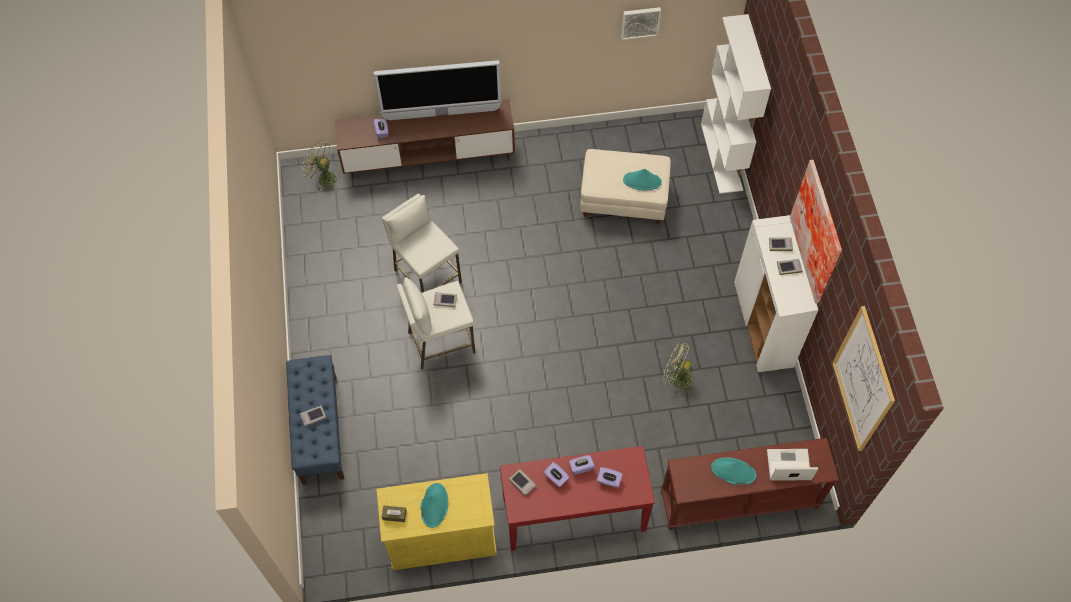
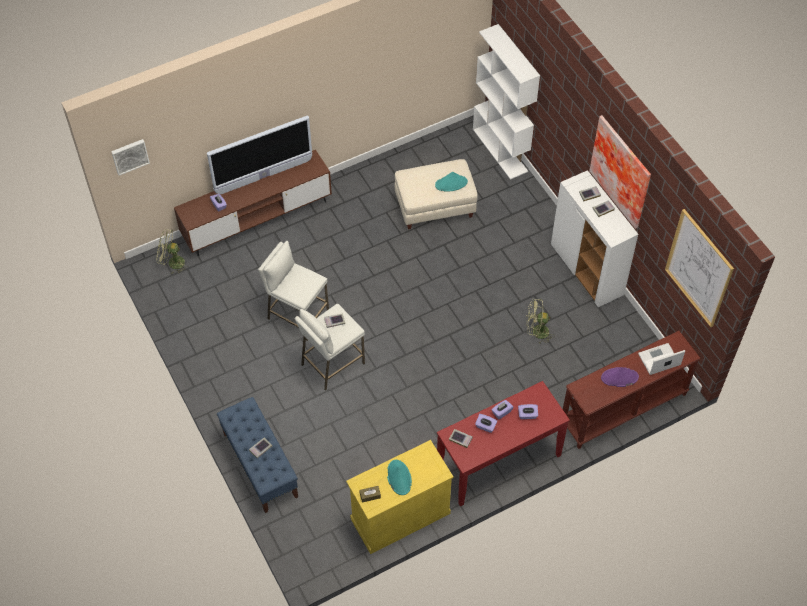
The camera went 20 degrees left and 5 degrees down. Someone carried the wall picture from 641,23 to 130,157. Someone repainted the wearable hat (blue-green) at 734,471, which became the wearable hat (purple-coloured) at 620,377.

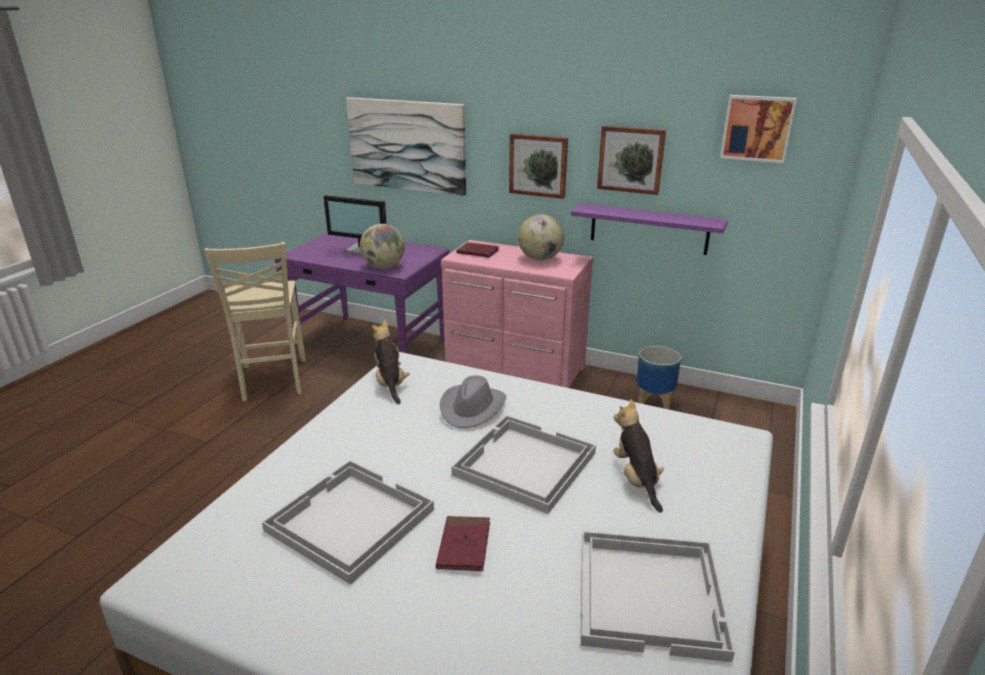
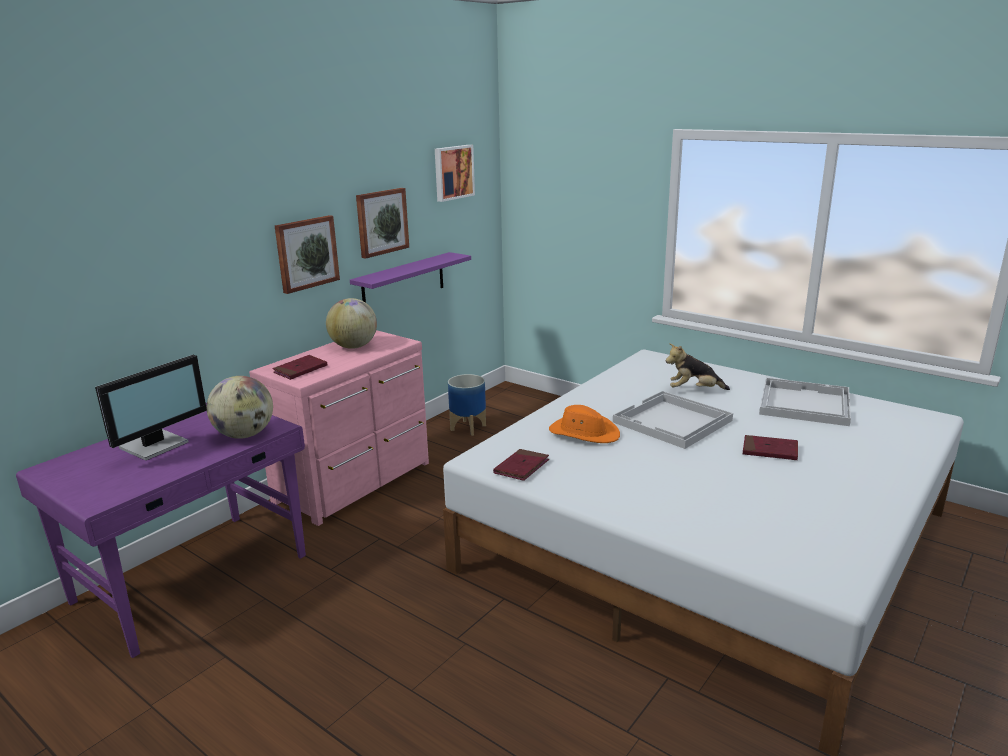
The camera went 75 degrees left and 5 degrees down. Someone took away the upright chair (beige) at 255,321. Someone took away the carrying tray (white-coloured) at 348,523. Someone took away the wall picture at 406,146. Someone swapped the plush toy at 391,362 for the volume (red-coloured) at 521,465. Someone repainted the wearable hat (grey) at 473,401, which became the wearable hat (orange-coloured) at 584,424.

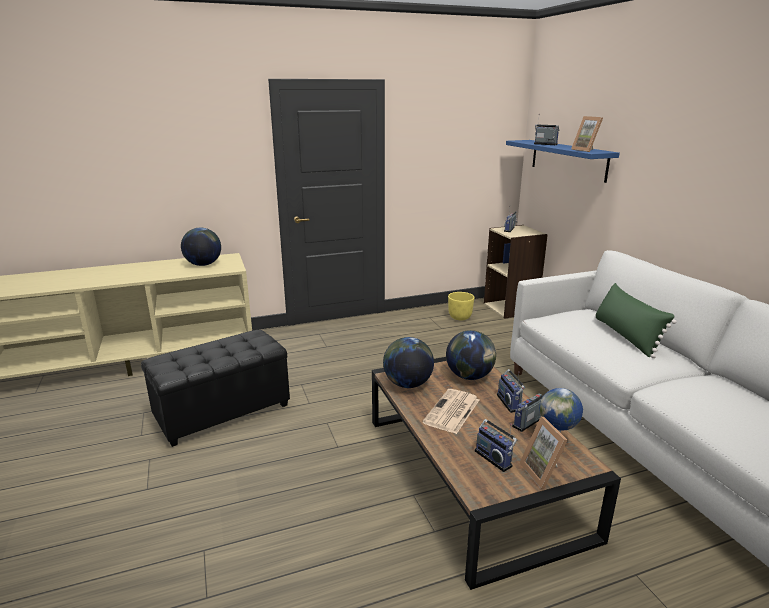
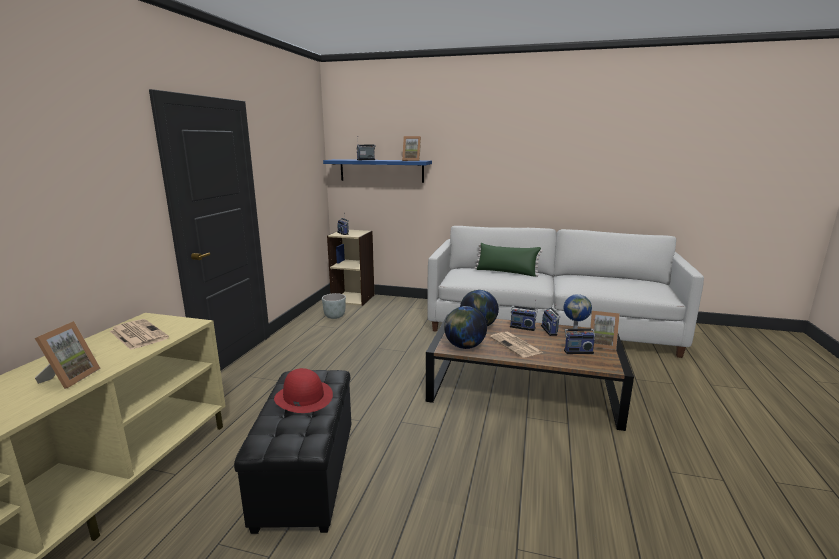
The camera went 55 degrees left and 5 degrees down. Someone swapped the globe at 201,247 for the newspaper at 139,334. Someone repainted the plant pot (yellowish) at 461,306, which became the plant pot (grey) at 334,306. Someone put down the picture frame at 68,355. Someone put down the wearable hat (red-coloured) at 303,390.

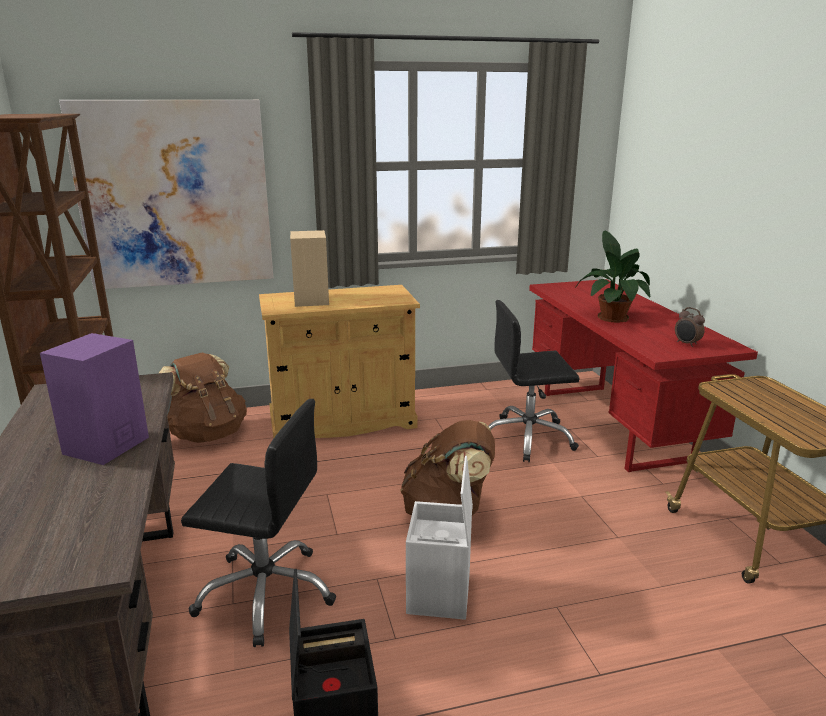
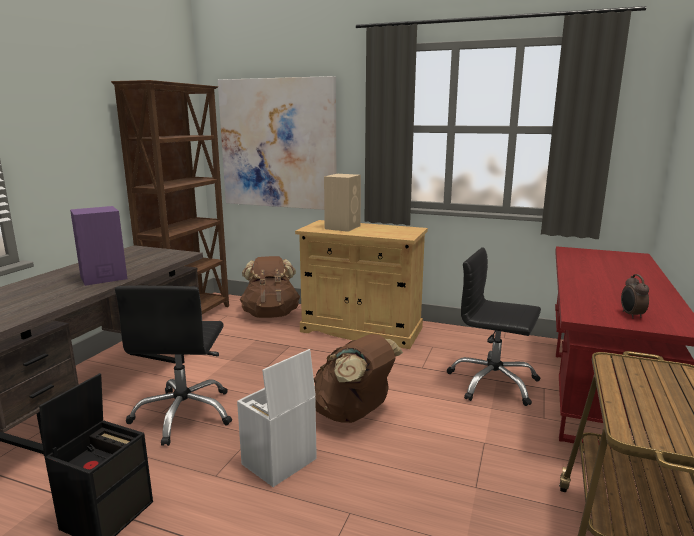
The camera went 35 degrees right and 5 degrees down. Someone rotated the computer chair (blackish) at 258,523 by 45 degrees clockwise. Someone took away the plant in a pot at 612,277.

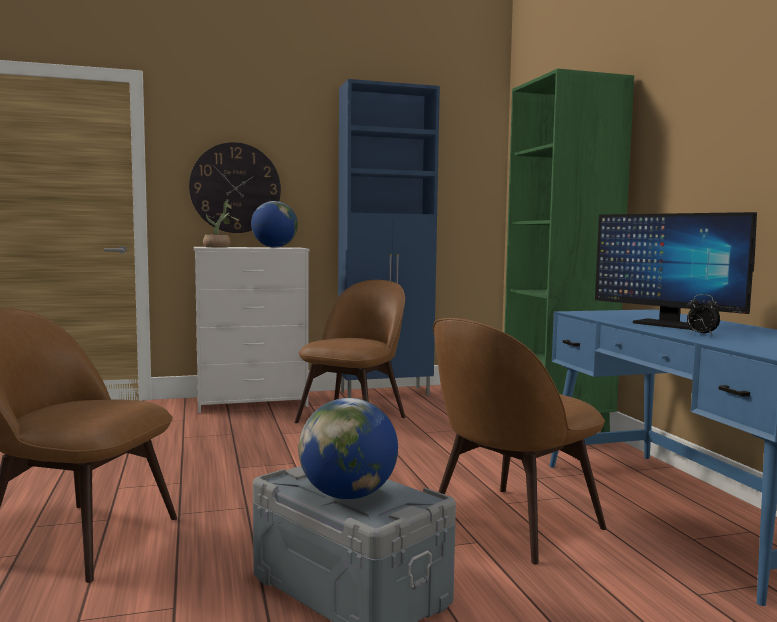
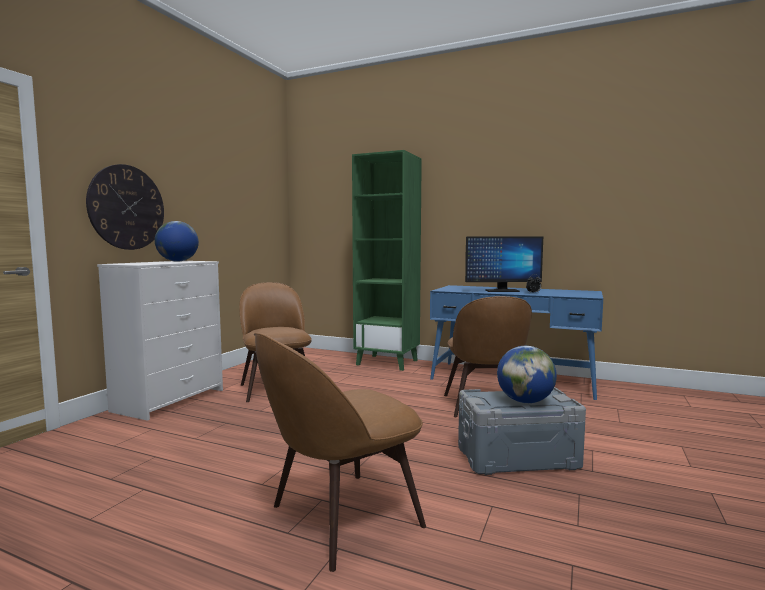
The camera went 50 degrees left and 0 degrees up. Someone took away the plant in a pot at 221,223. Someone took away the cupboard (blue-coloured) at 389,238.

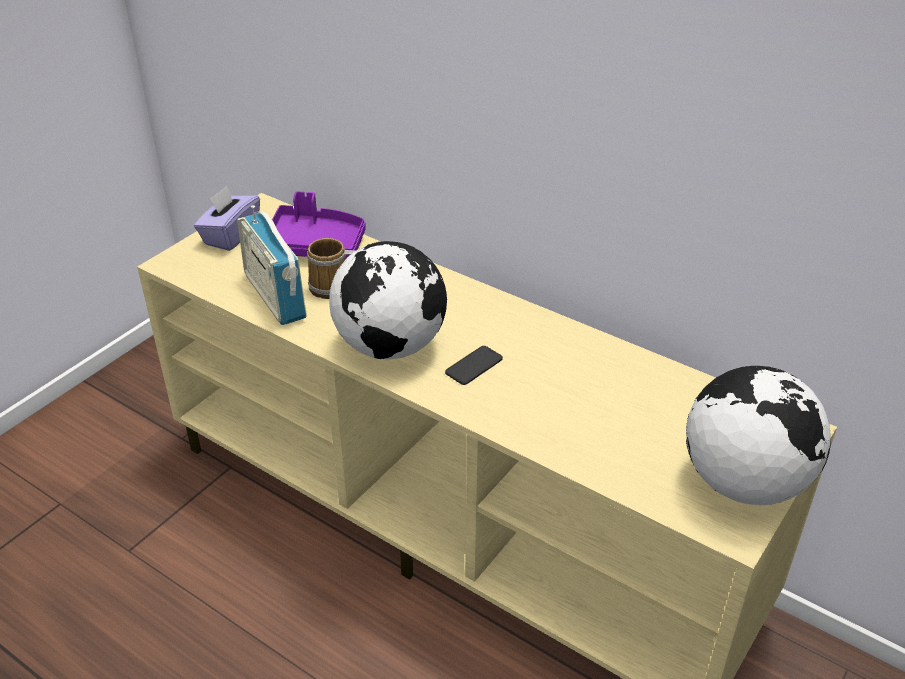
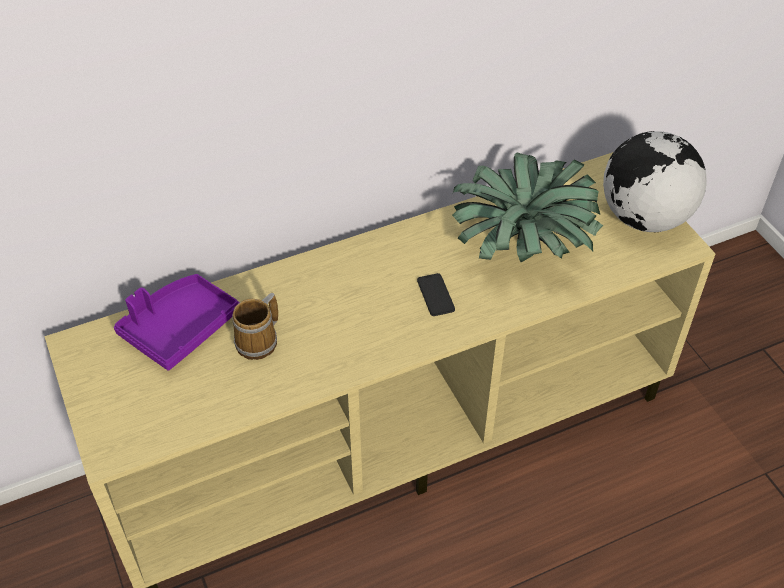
The camera went 60 degrees left and 10 degrees up. Someone took away the tissue box (purple-coloured) at 227,218. Someone took away the radio receiver at 272,265. Someone took away the globe at 388,300. Someone put down the plant in a pot at 527,207.

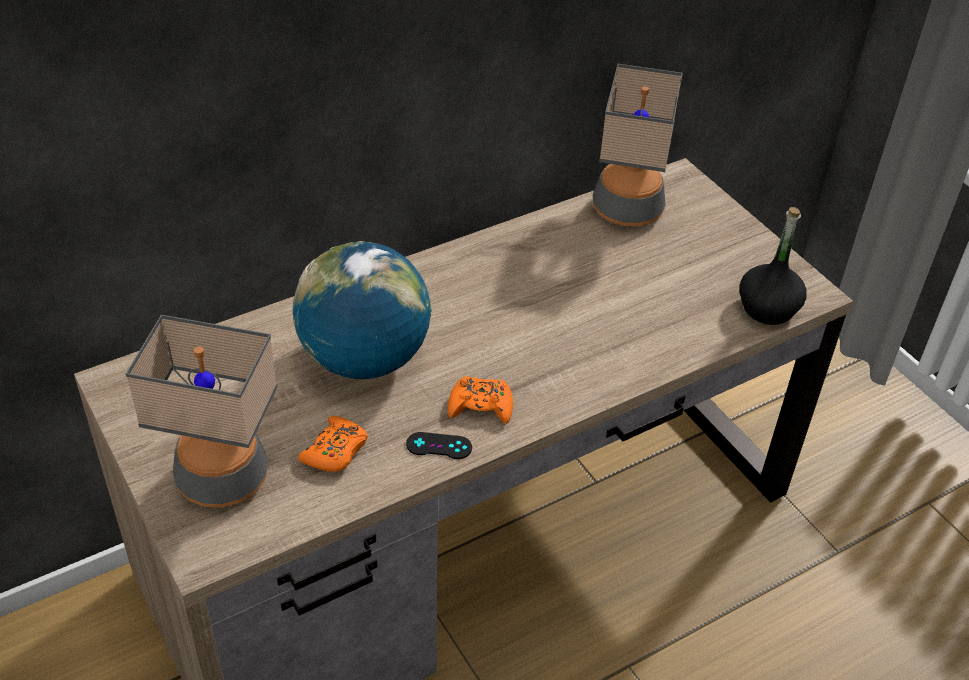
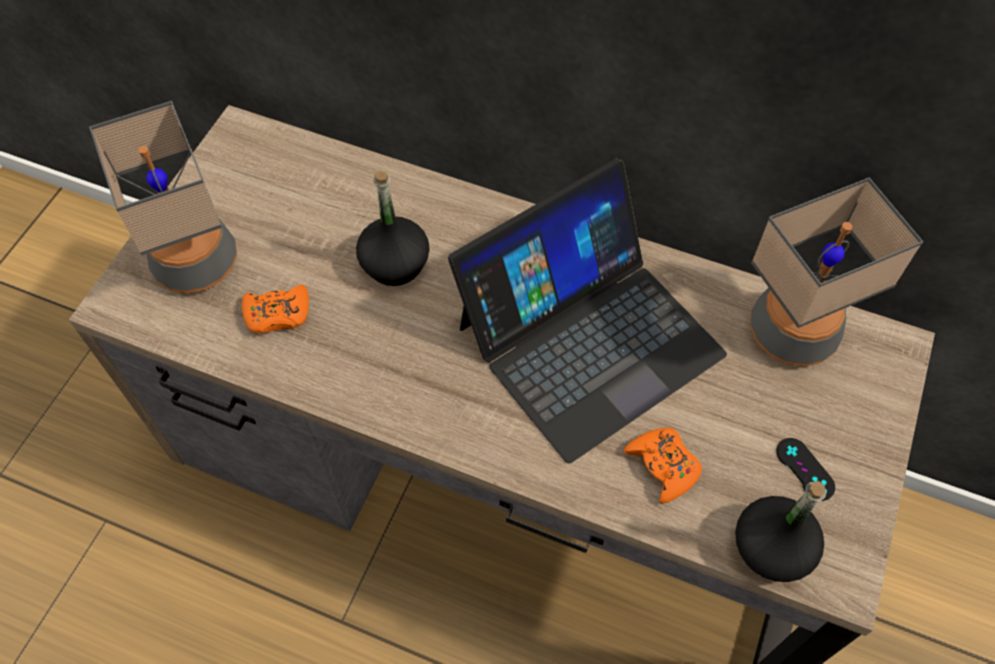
The camera went 55 degrees right and 15 degrees up. Someone swapped the globe at 362,310 for the beverage bottle (blackish) at 393,228. Someone carried the joypad (blackish) from 439,445 to 805,469. Someone carried the joypad (orange-coloured) from 480,400 to 663,466. Someone put down the laptop at 587,311.

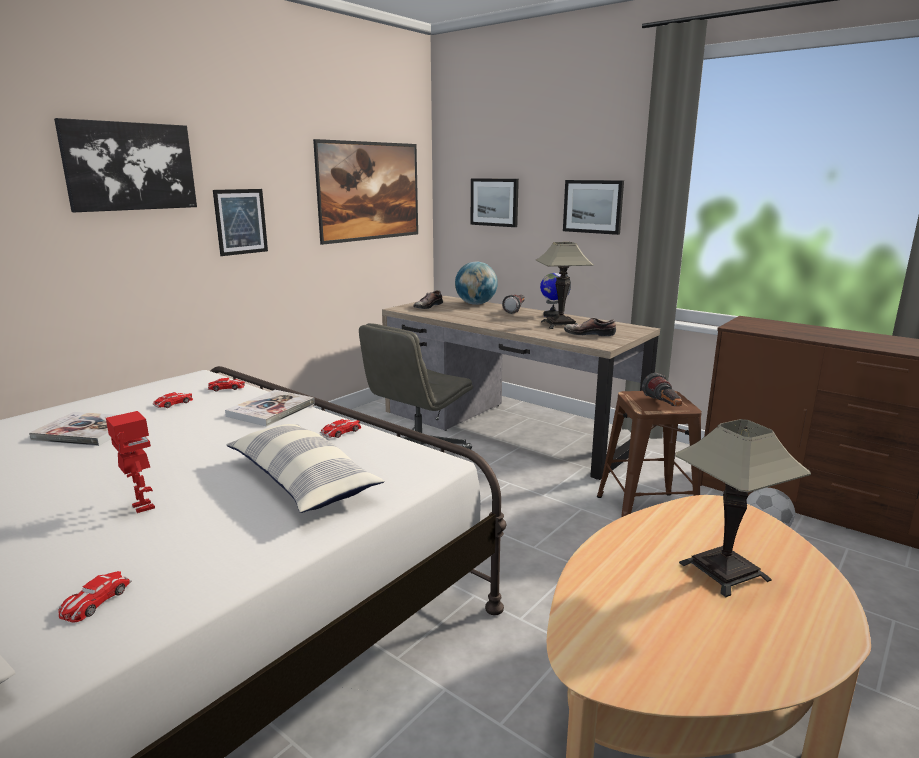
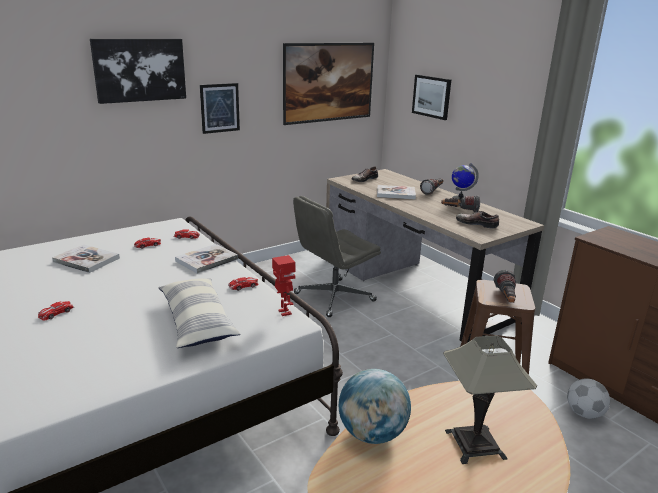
The camera went 15 degrees right and 5 degrees up. Someone carried the miniature car from 95,596 to 56,310. Someone carried the toy robot from 130,462 to 283,285. Someone carried the globe from 476,283 to 375,406. Someone swapped the lamp for a table at 565,285 for the hand torch at 460,203. Someone took away the wall picture at 593,207. Someone put down the volume at 396,192.

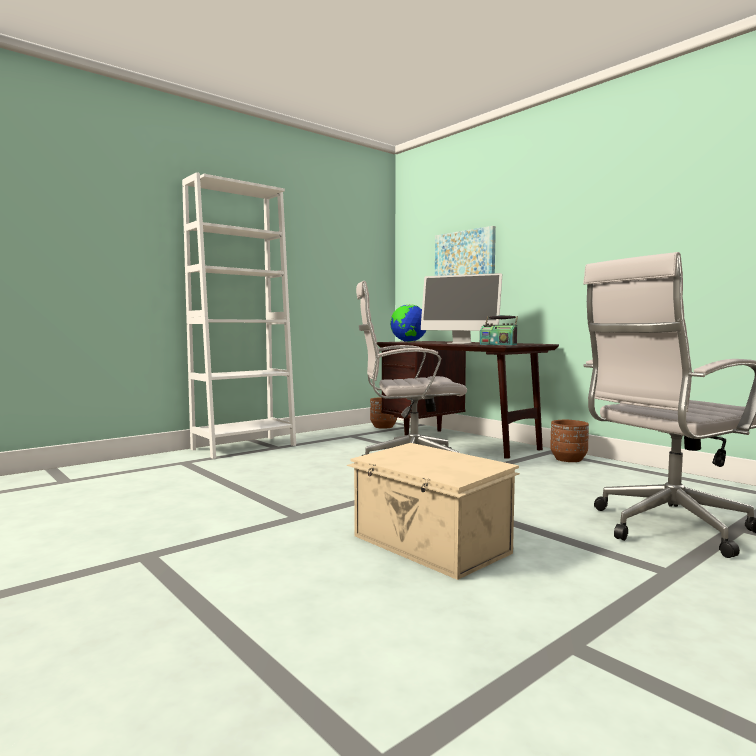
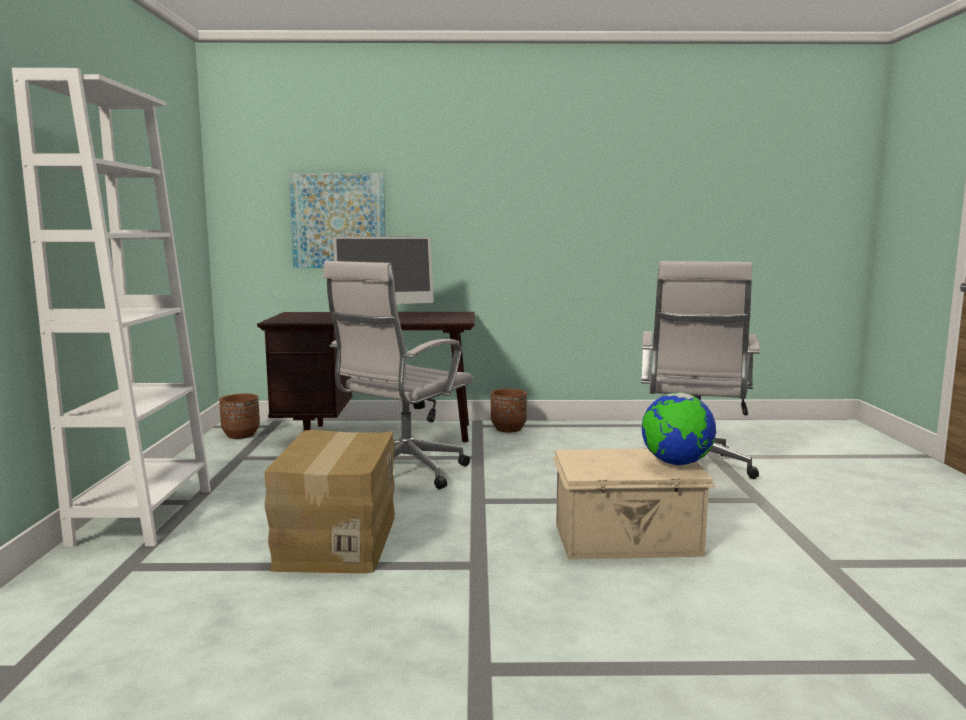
The camera went 50 degrees left and 5 degrees up. Someone carried the globe from 408,323 to 679,428. Someone took away the radio receiver at 499,330. Someone put down the packing box at 329,501.

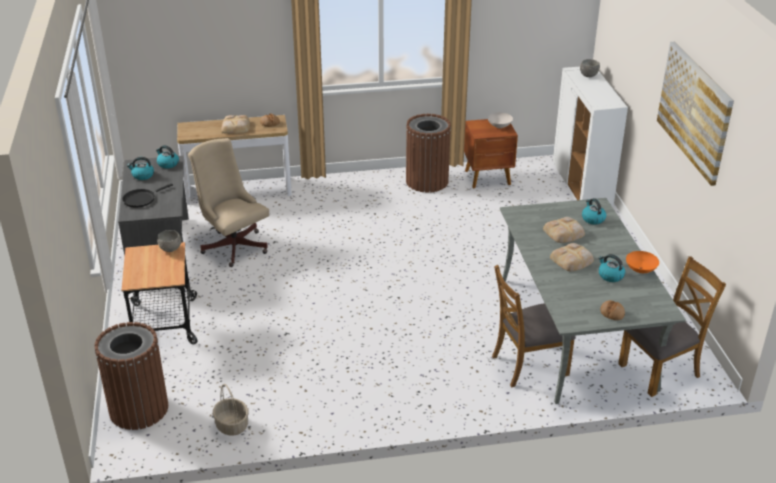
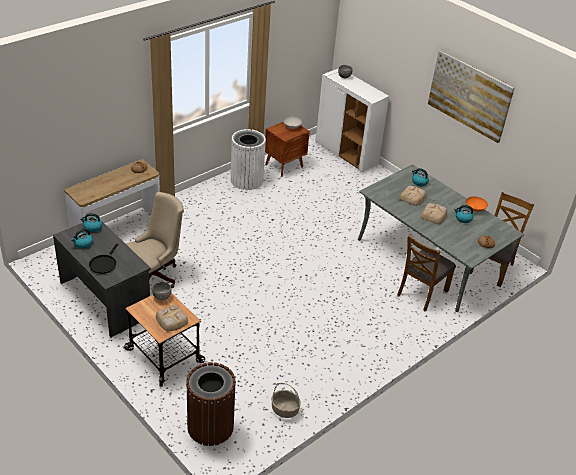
The camera went 35 degrees left and 5 degrees up. Someone rotated the computer chair (beige) at 228,202 by 120 degrees clockwise. Someone carried the bakery bread from 236,124 to 172,318. Someone repainted the waste bin (brownish) at 428,153, which became the waste bin (white-coloured) at 248,159.

